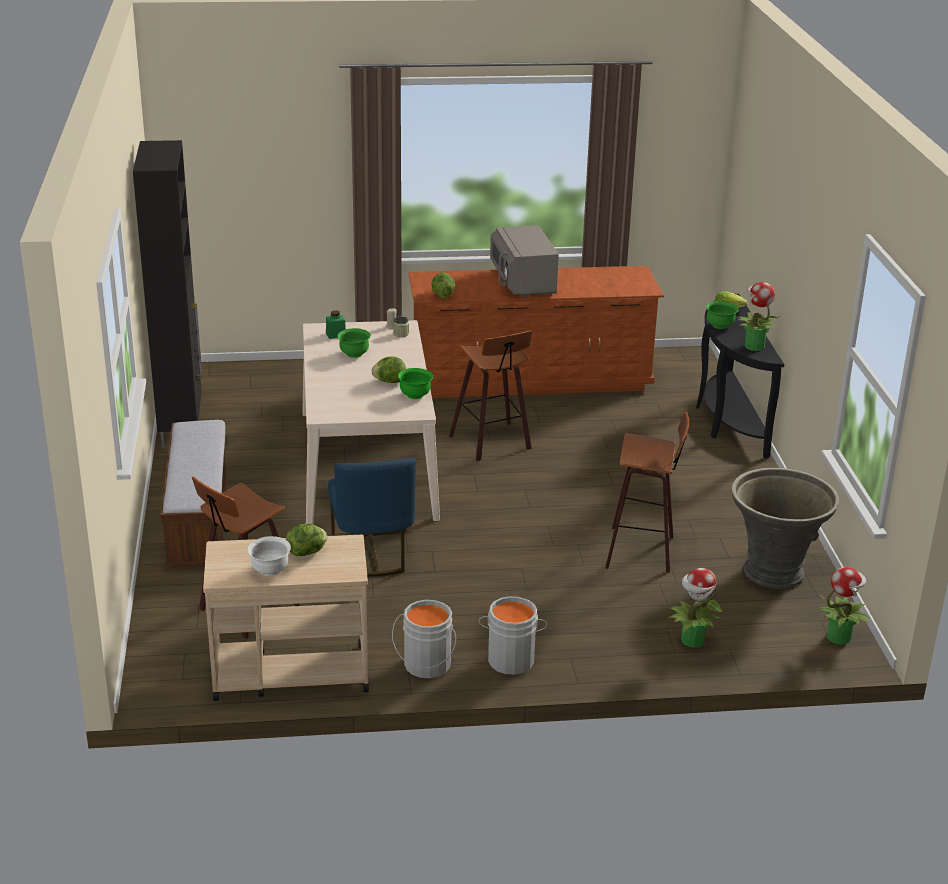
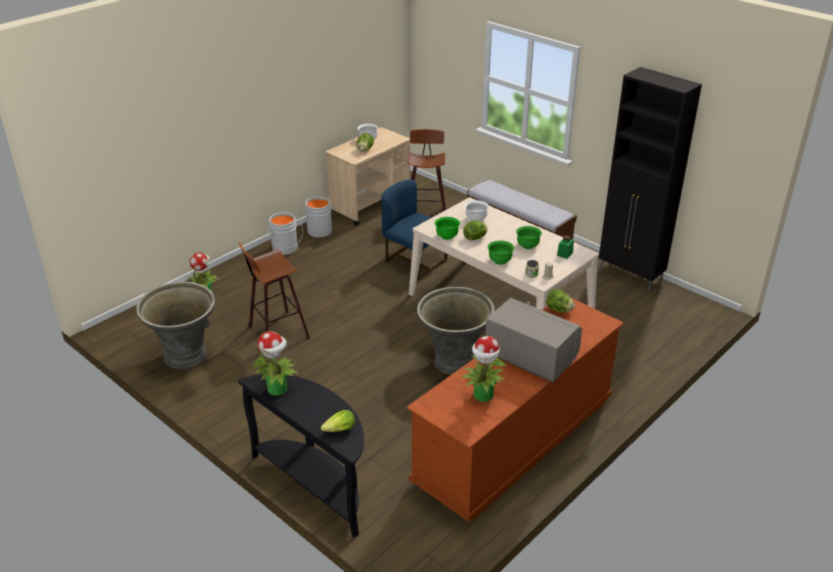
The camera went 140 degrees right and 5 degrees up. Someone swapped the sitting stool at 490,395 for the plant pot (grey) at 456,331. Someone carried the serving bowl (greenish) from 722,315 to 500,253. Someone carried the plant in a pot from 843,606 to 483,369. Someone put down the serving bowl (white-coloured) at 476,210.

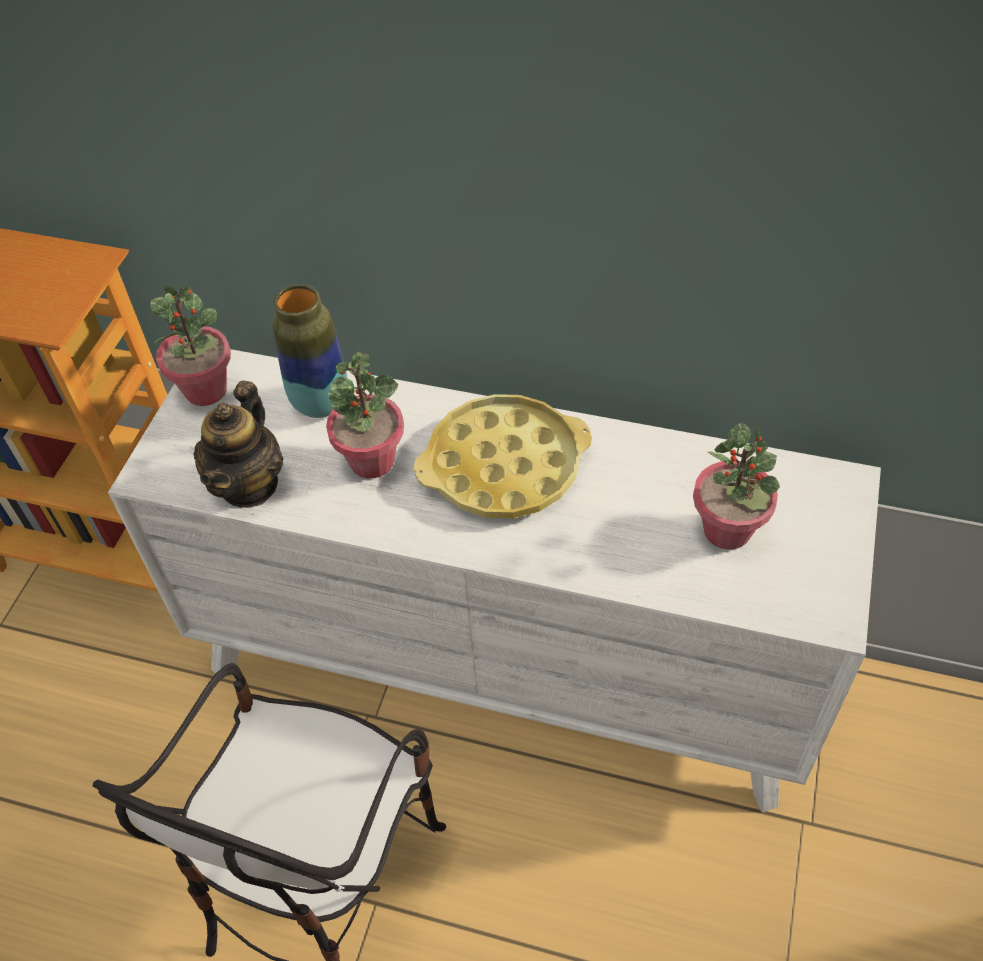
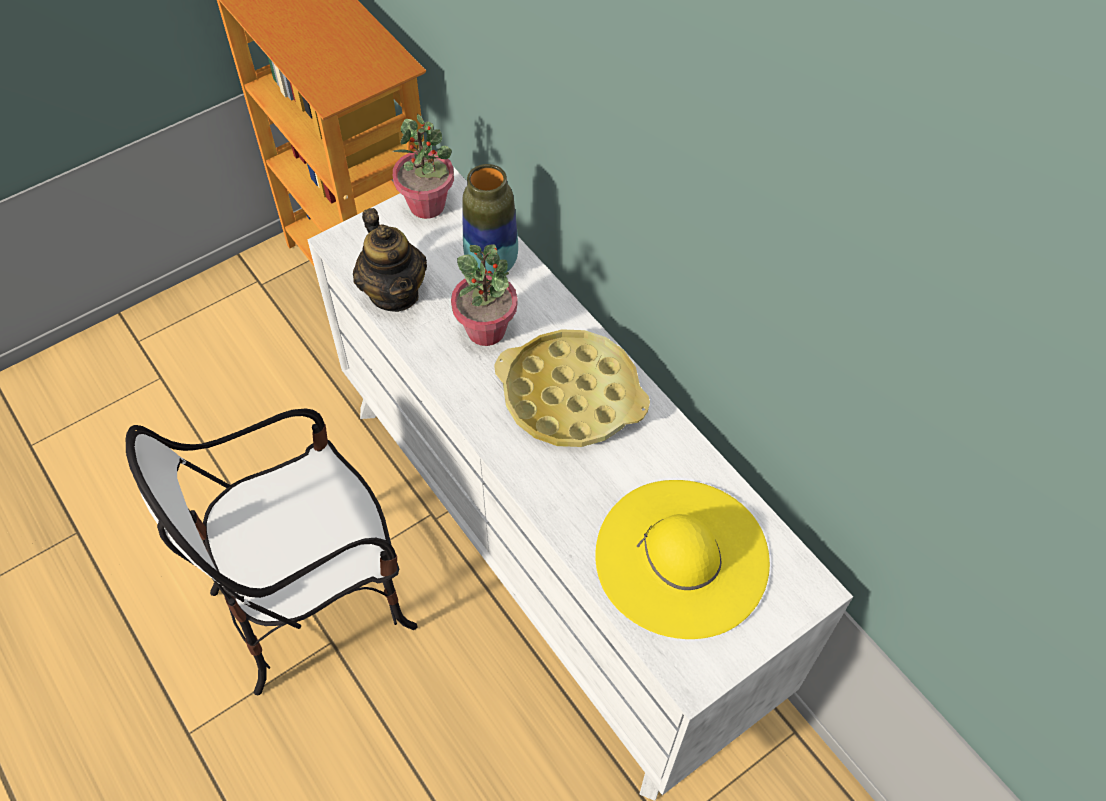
The camera went 35 degrees right and 5 degrees up. Someone rotated the pot for tea at 238,444 by 75 degrees counterclockwise. Someone swapped the plant in a pot at 736,486 for the wearable hat (yellowish) at 682,559.

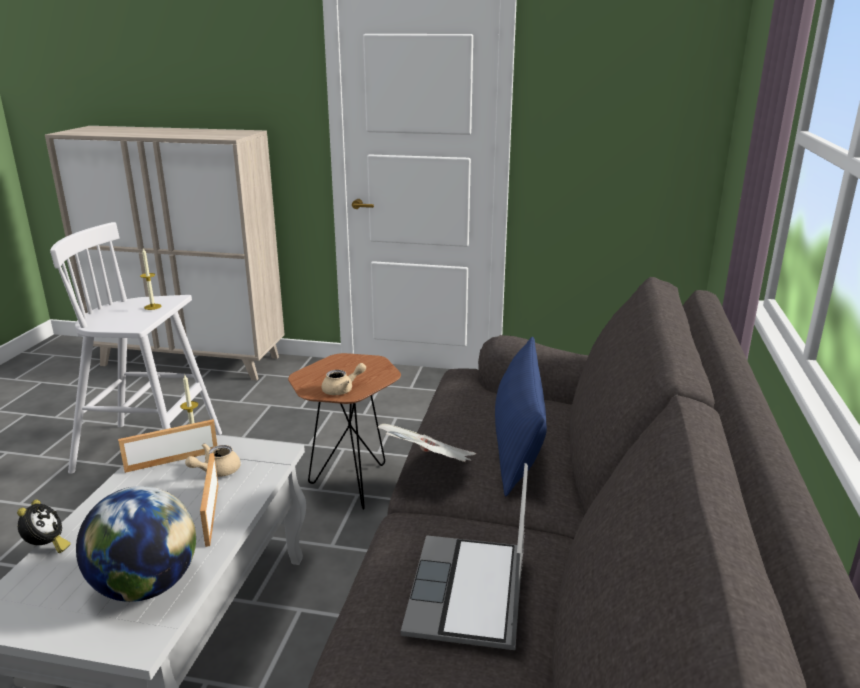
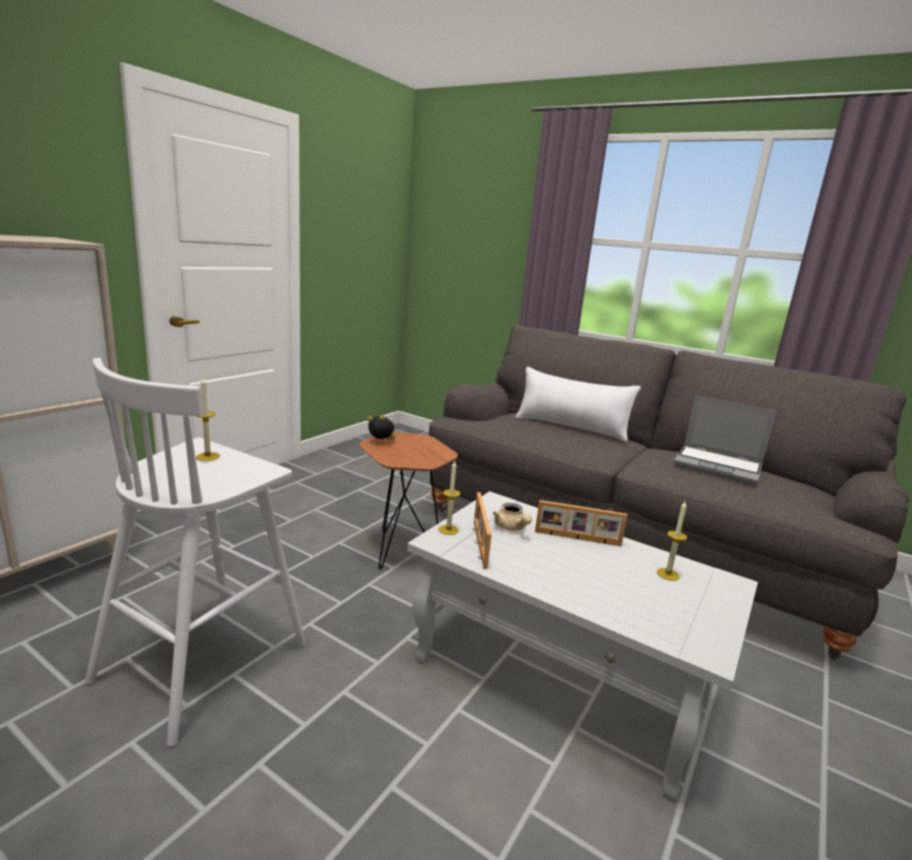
The camera went 70 degrees left and 5 degrees down. Someone carried the bedside clock from 44,526 to 381,427. Someone swapped the globe at 136,544 for the candle at 672,541. Someone took away the pot for tea (beige) at 344,379. Someone took away the newspaper at 427,443. Someone repainted the pillow (blue-coloured) at 521,416, which became the pillow (white-coloured) at 578,404.

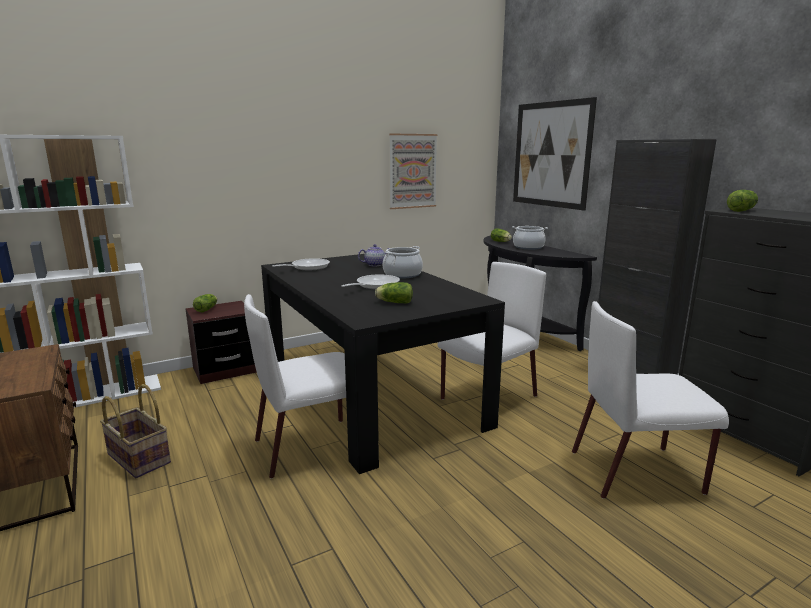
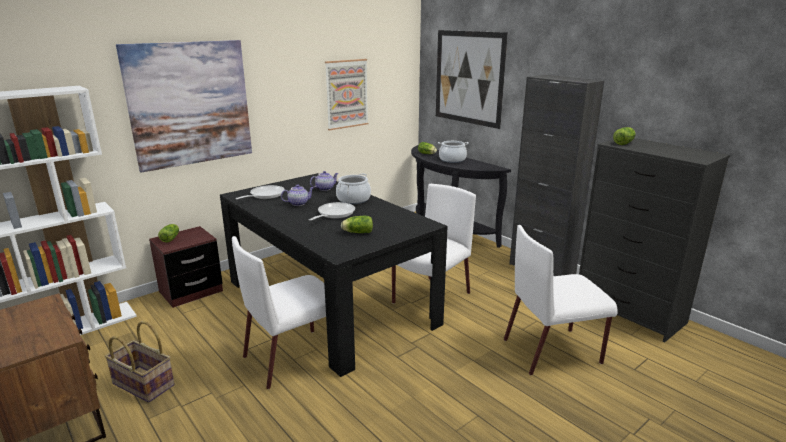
The camera went 10 degrees left and 5 degrees up. Someone put up the wall picture at 184,106. Someone put down the pot for tea at 297,195.

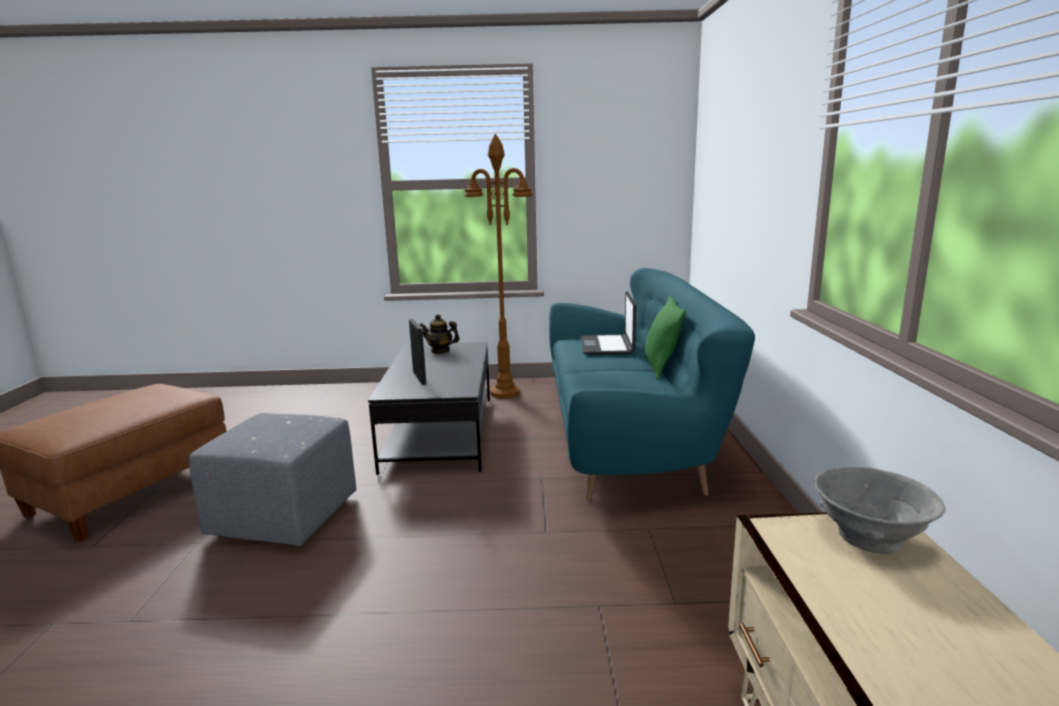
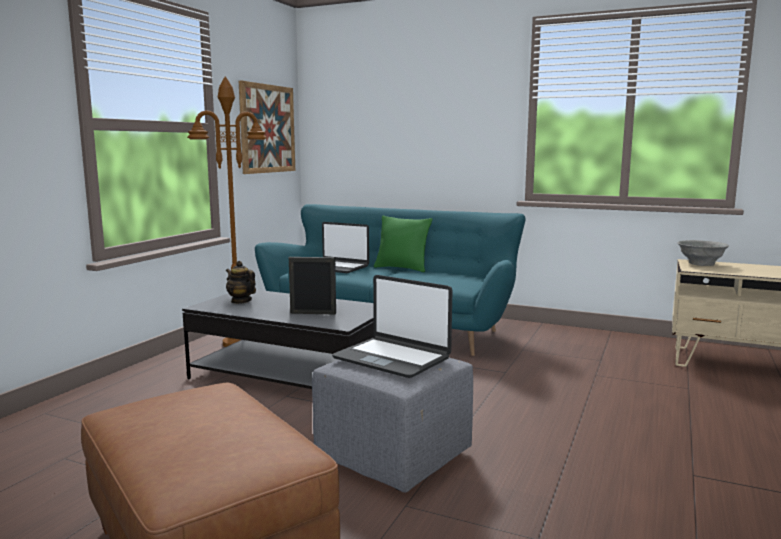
The camera went 65 degrees left and 5 degrees down. Someone rotated the pot for tea at 440,334 by 90 degrees clockwise. Someone put up the wall picture at 267,127. Someone put down the laptop at 392,326.

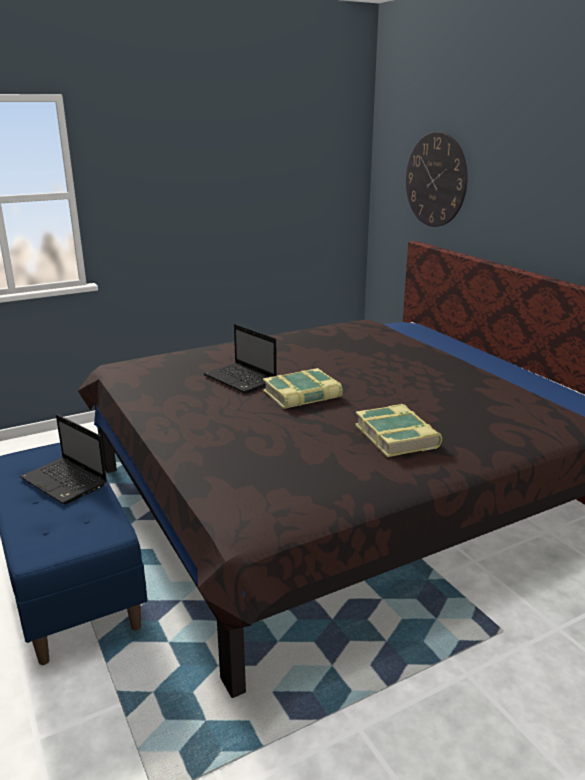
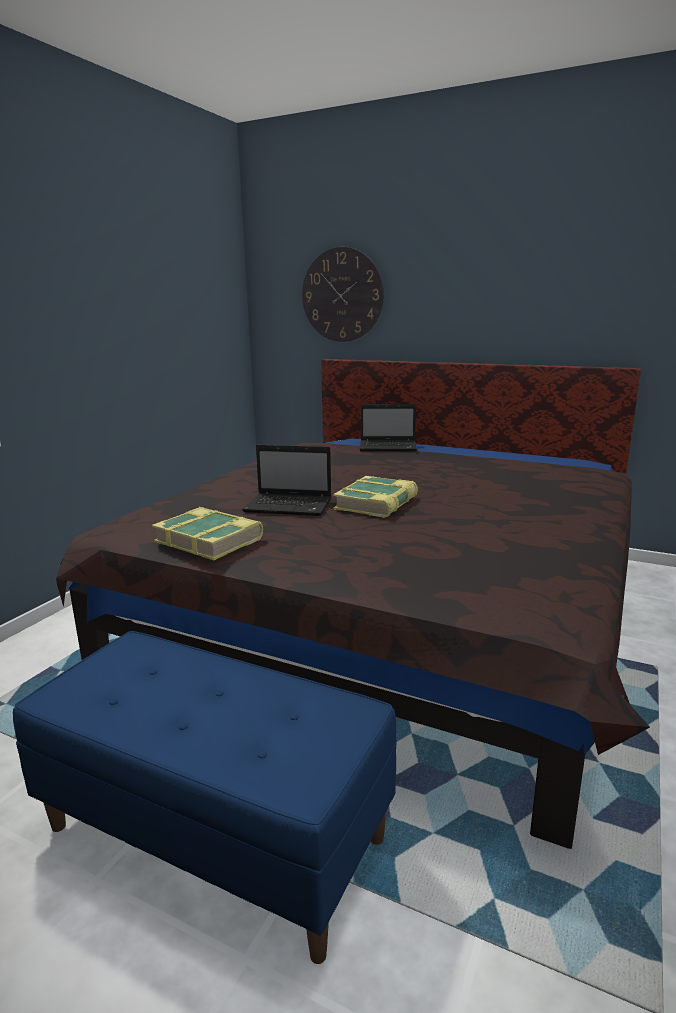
The camera went 35 degrees left and 5 degrees down. Someone carried the laptop from 63,459 to 388,427. Someone carried the volume from 398,430 to 207,533.

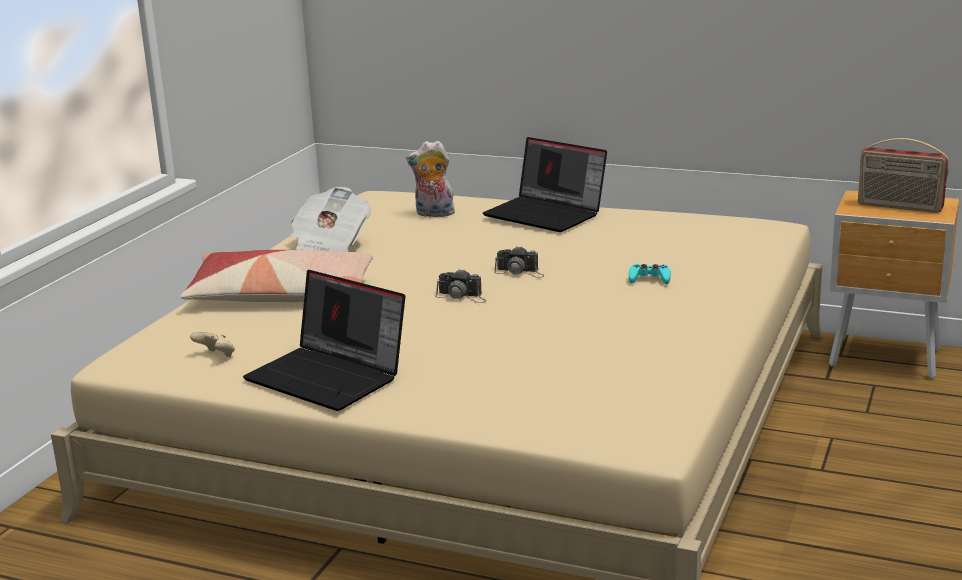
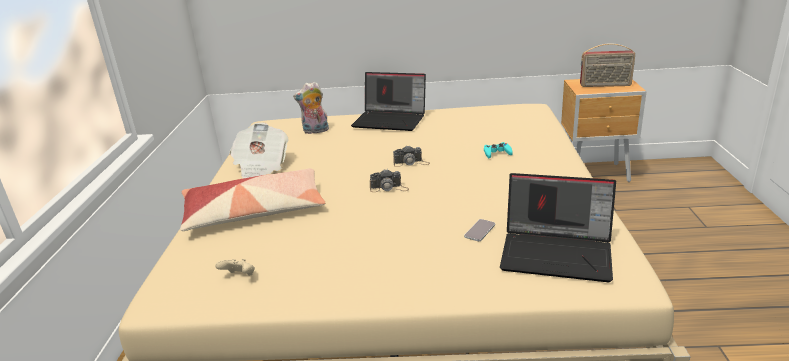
The camera went 20 degrees left and 5 degrees up. Someone carried the laptop from 324,340 to 558,227. Someone put down the phone at 479,230.

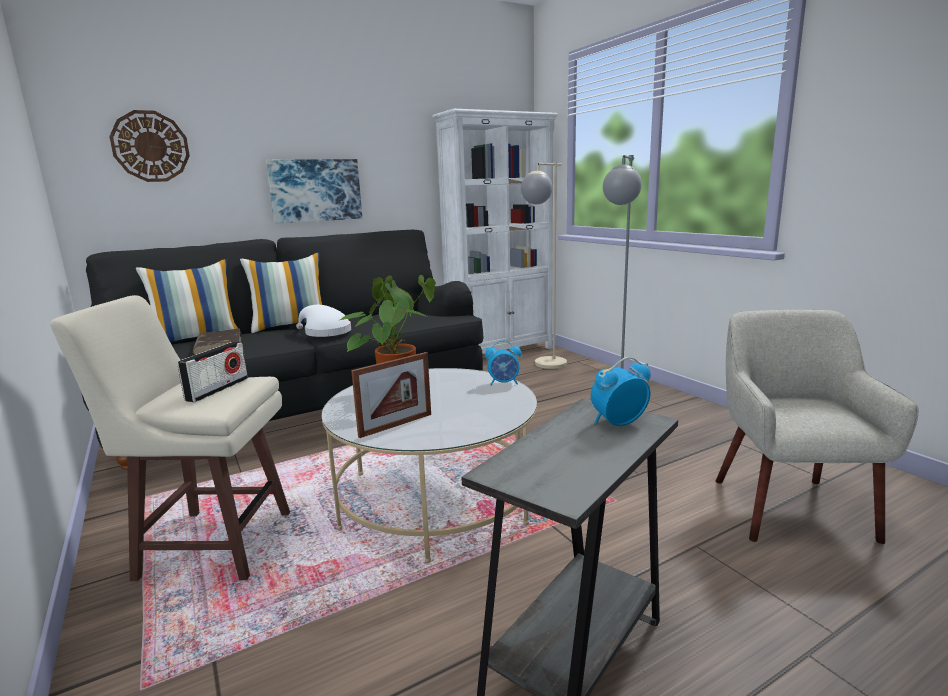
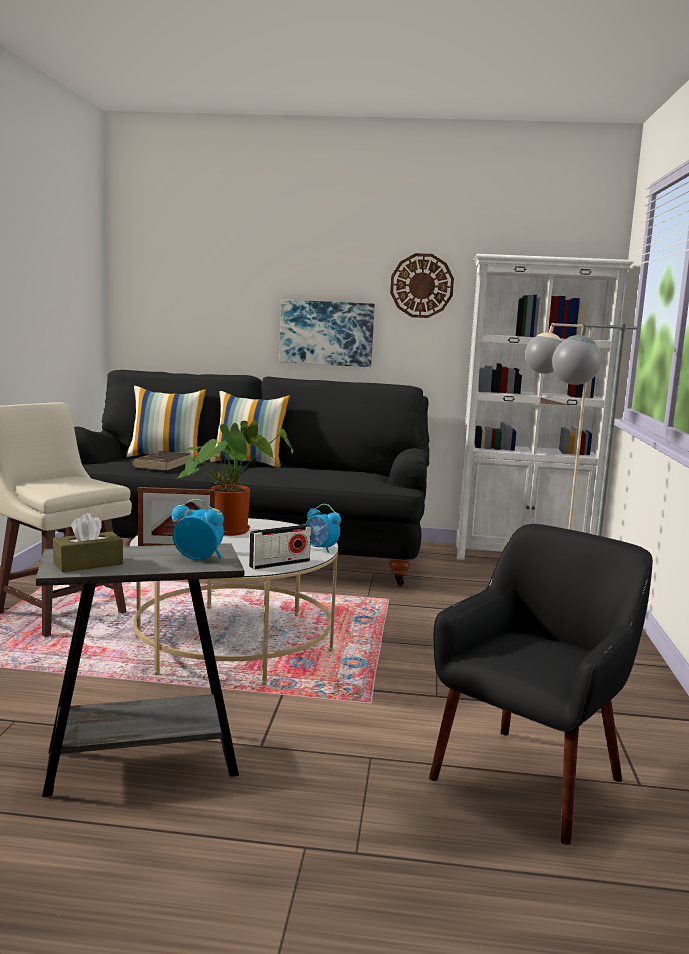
The camera went 35 degrees right and 5 degrees down. Someone carried the wall clock from 149,146 to 422,285. Someone carried the radio receiver from 212,372 to 280,546. Someone took away the wearable hat (white-coloured) at 323,321. Someone repainted the armchair (beige) at 817,427, which became the armchair (blackish) at 541,684. Someone put down the tissue box (brownish) at 88,542.

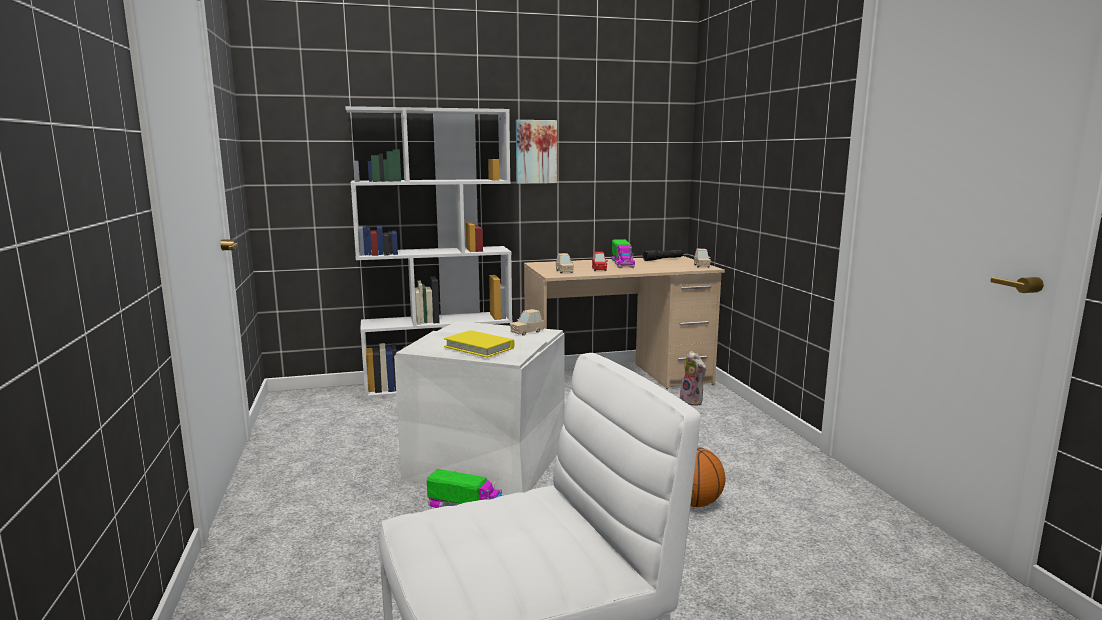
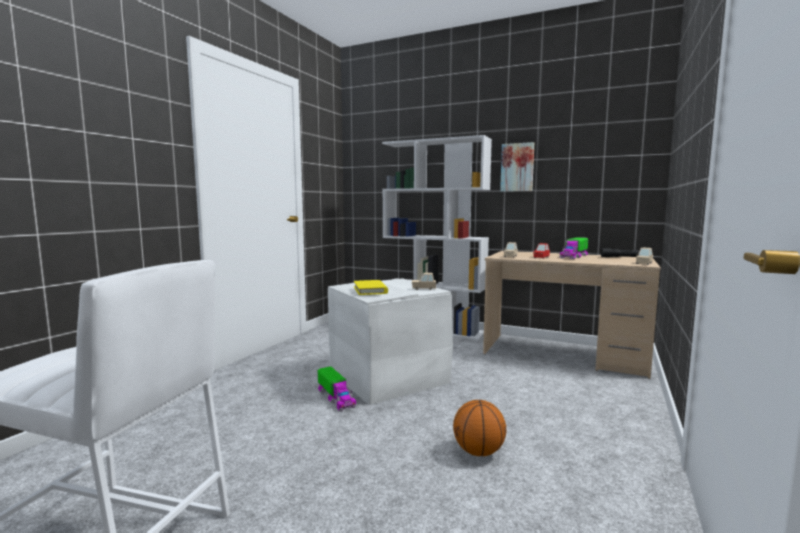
The camera went 40 degrees right and 5 degrees down. Someone took away the plush toy at 693,378.

